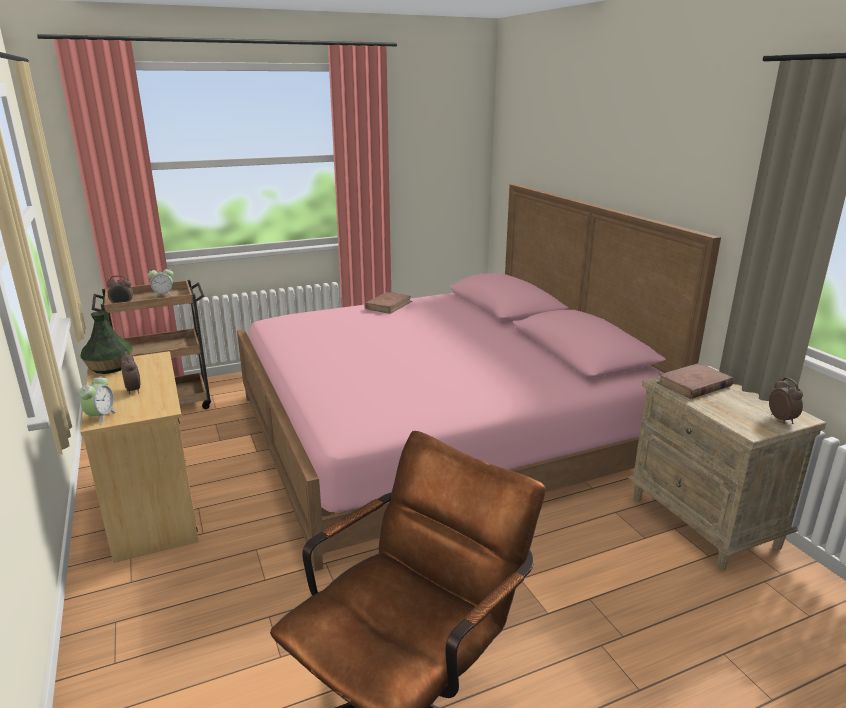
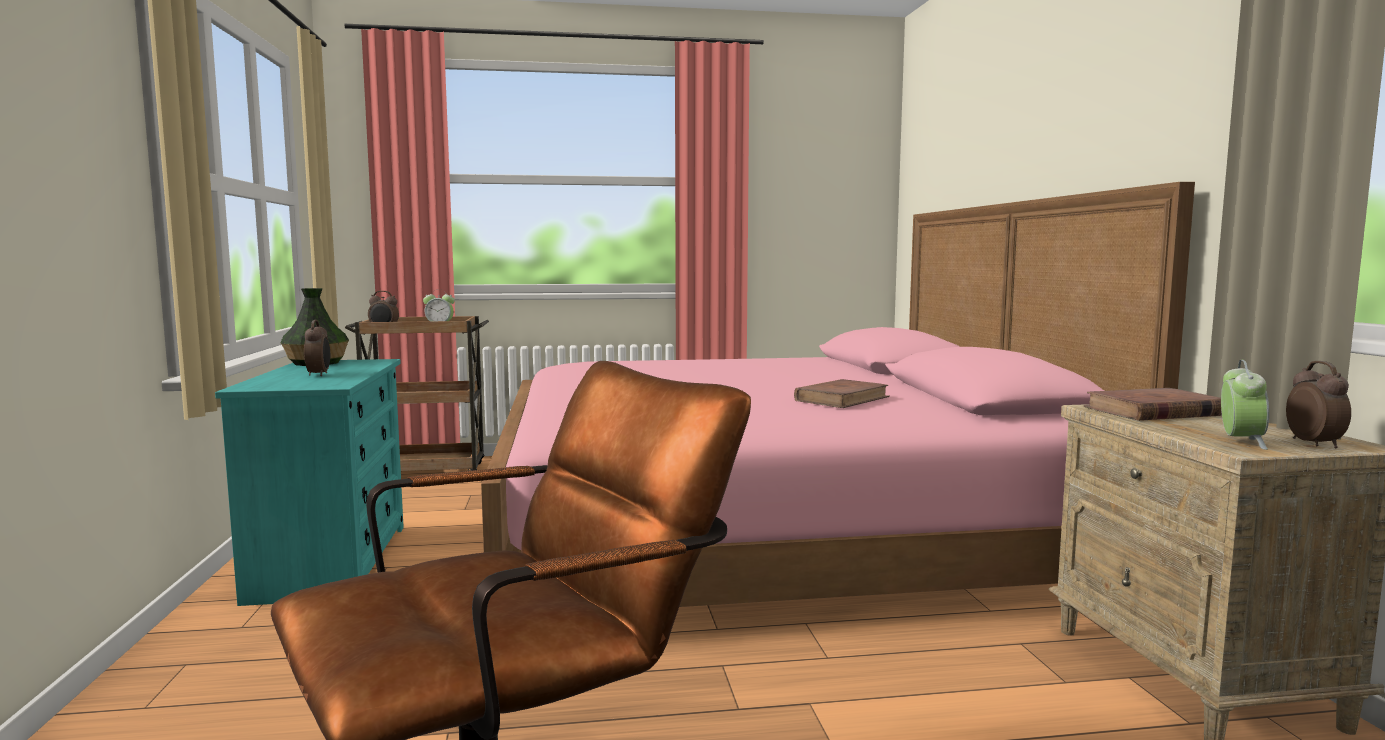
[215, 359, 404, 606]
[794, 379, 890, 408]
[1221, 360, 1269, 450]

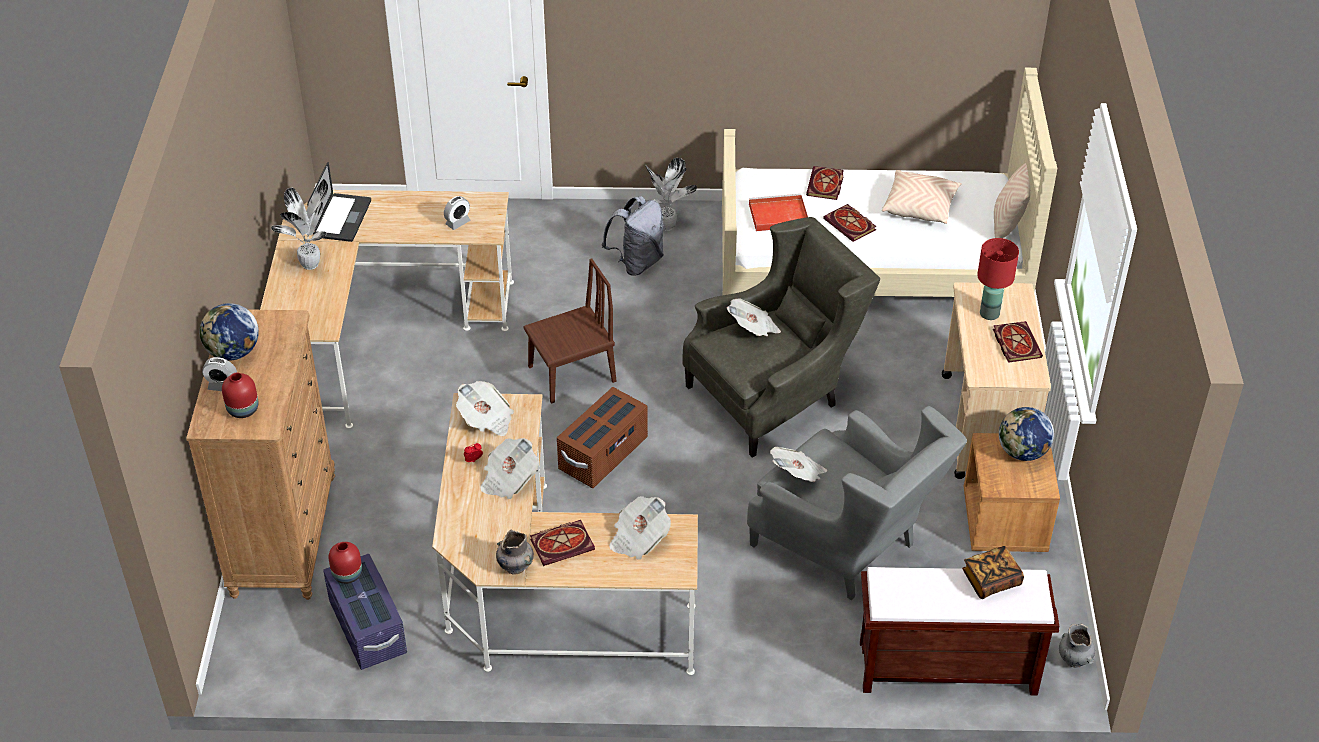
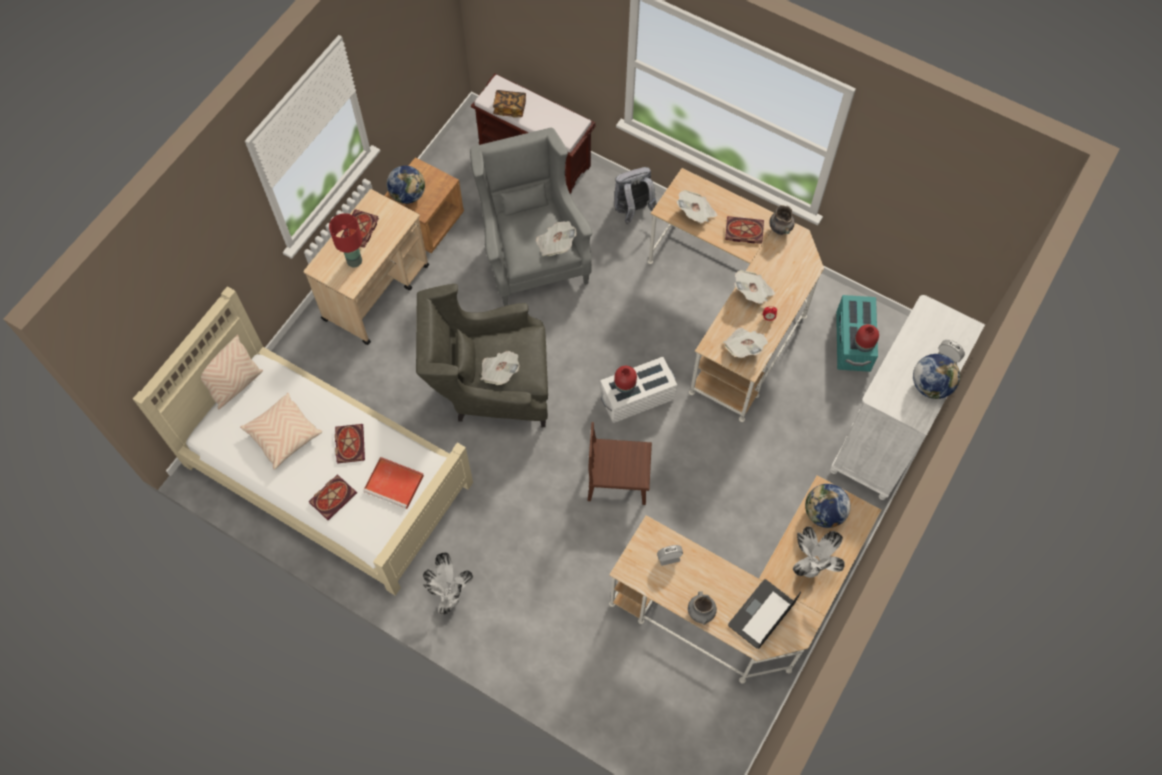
[600, 357, 677, 423]
[614, 167, 657, 224]
[614, 366, 637, 393]
[688, 591, 717, 625]
[805, 484, 851, 528]
[830, 295, 985, 500]
[836, 295, 878, 372]

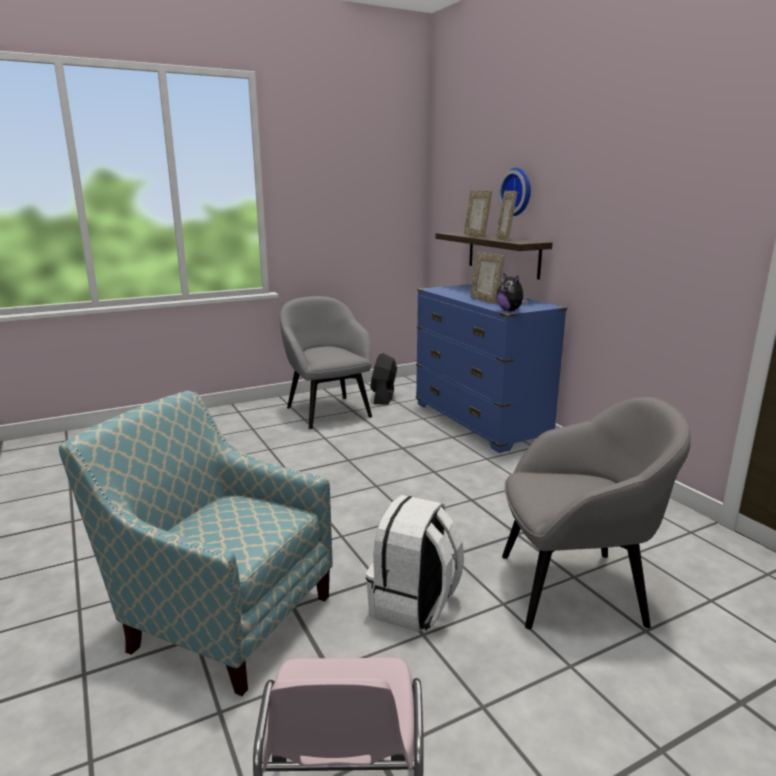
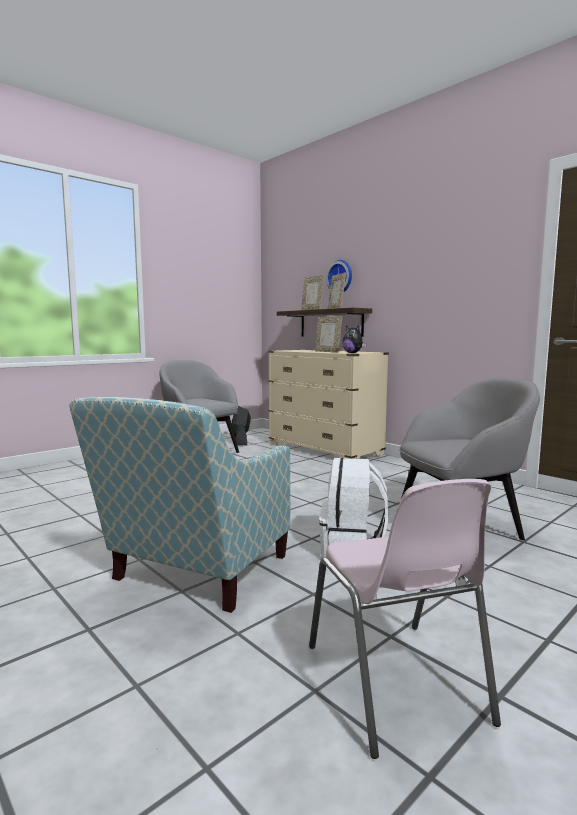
[69, 397, 290, 613]
[268, 350, 389, 459]

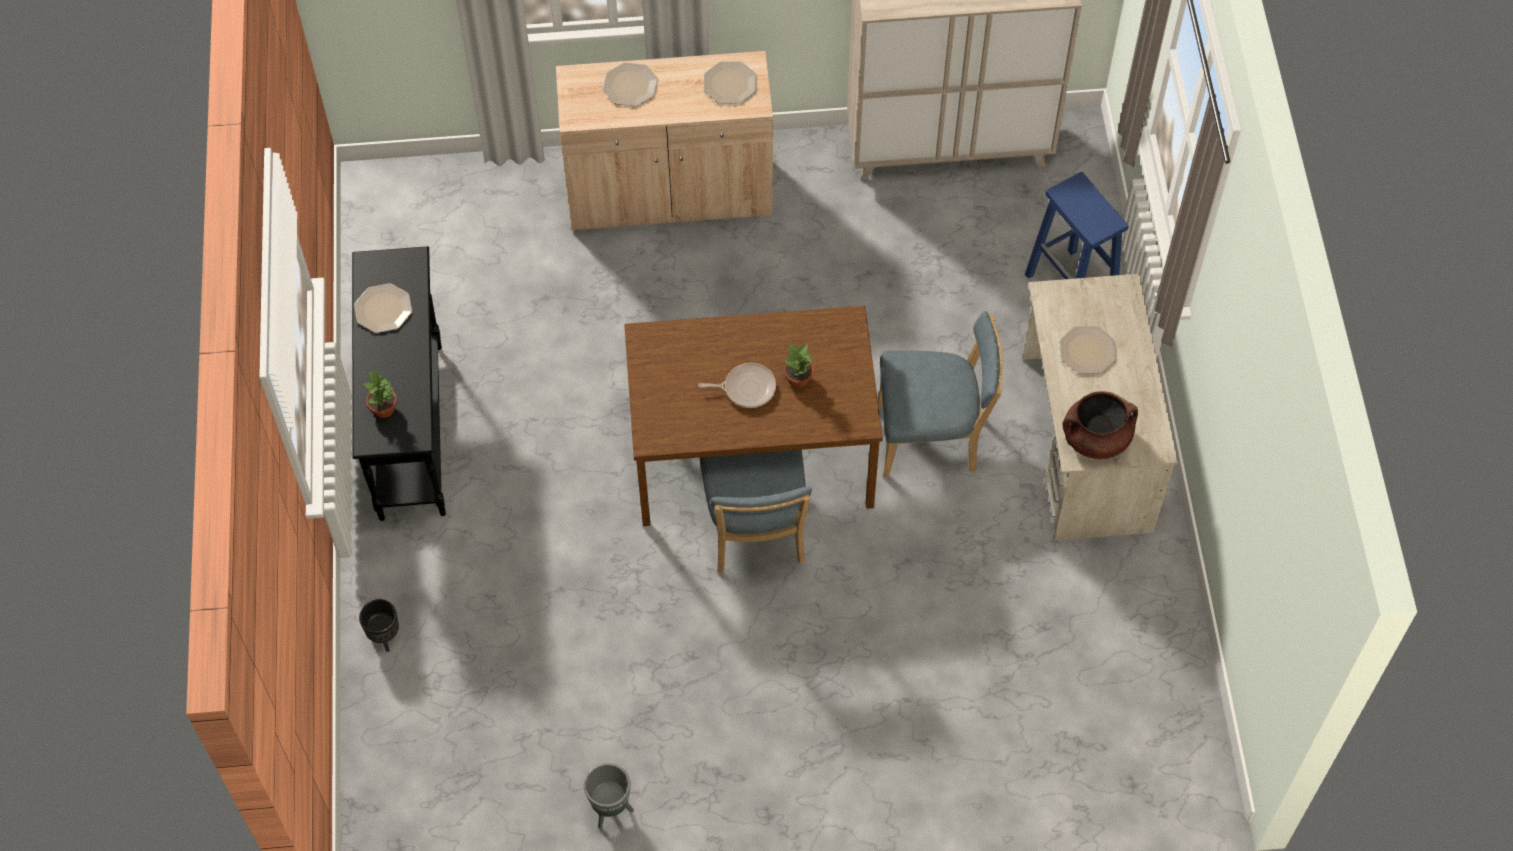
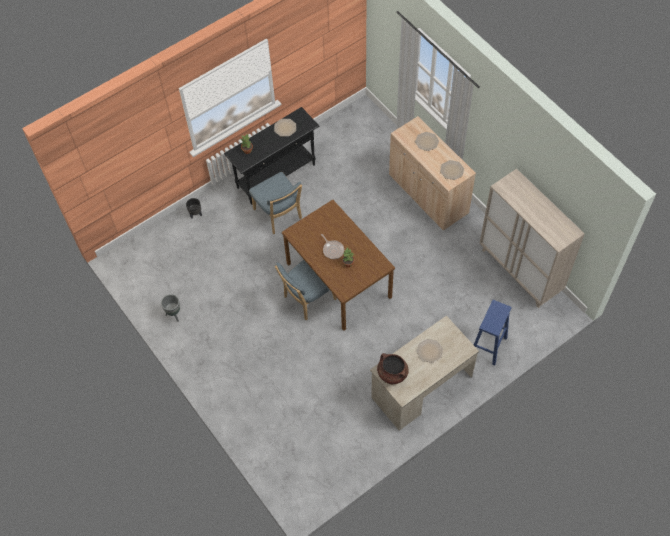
[249, 172, 302, 234]

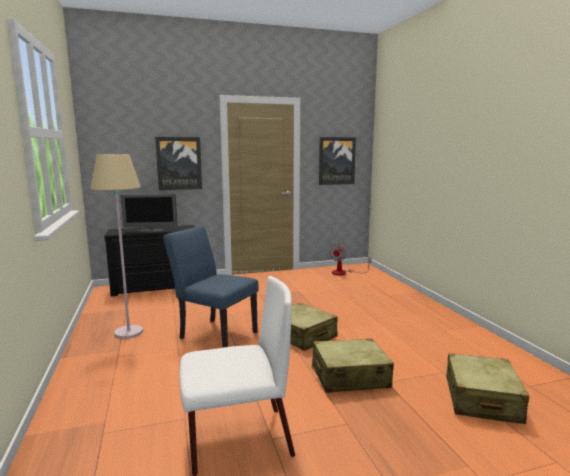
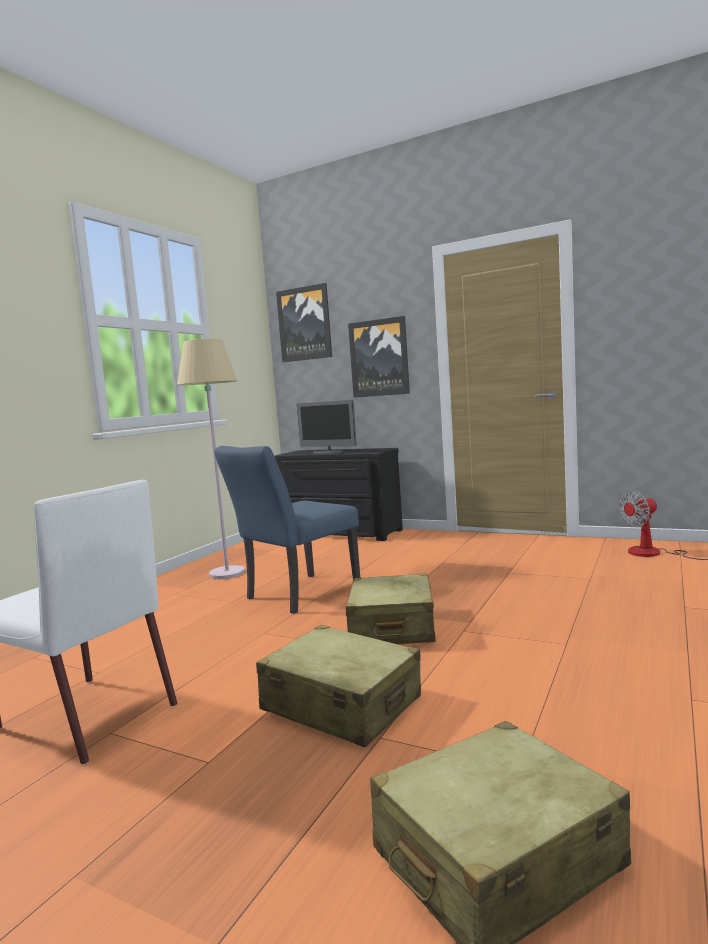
[214, 446, 360, 614]
[276, 283, 332, 362]

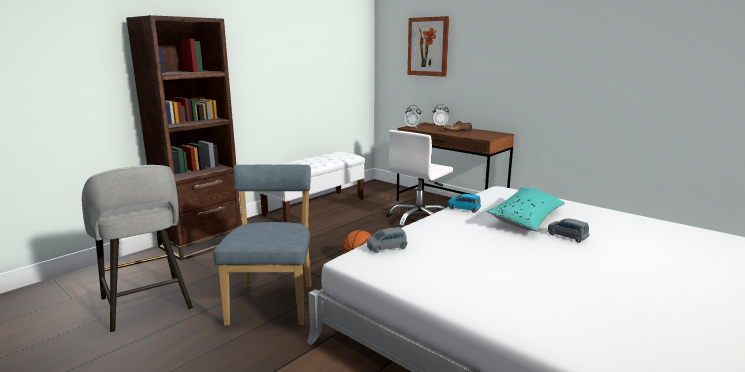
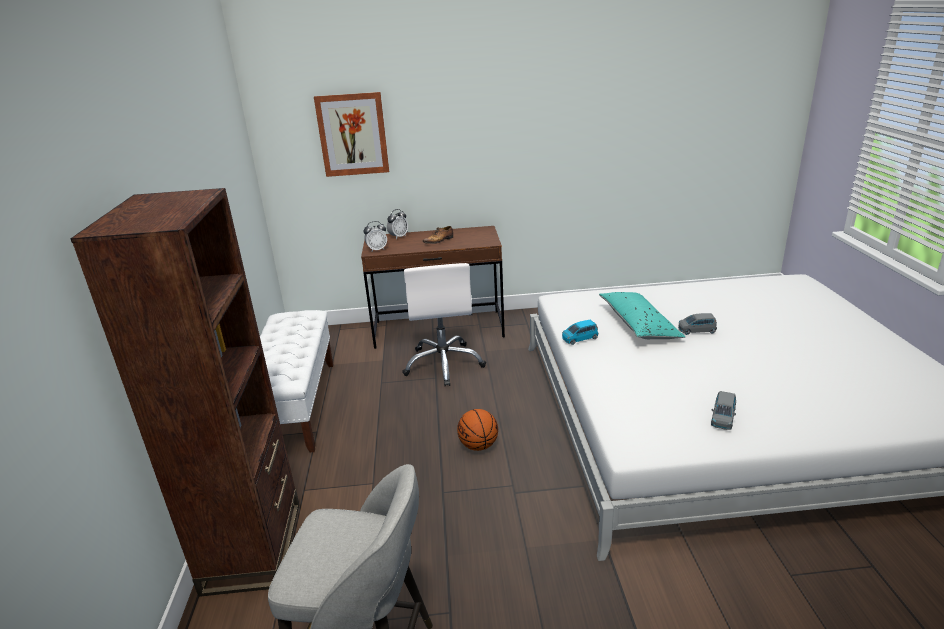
[711, 391, 736, 430]
[213, 165, 312, 326] (first image)

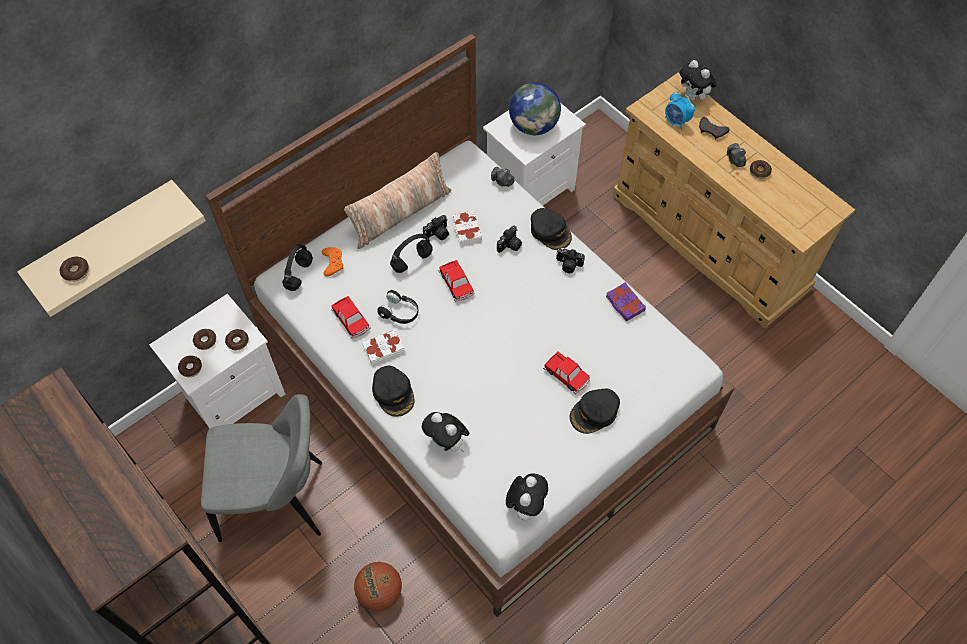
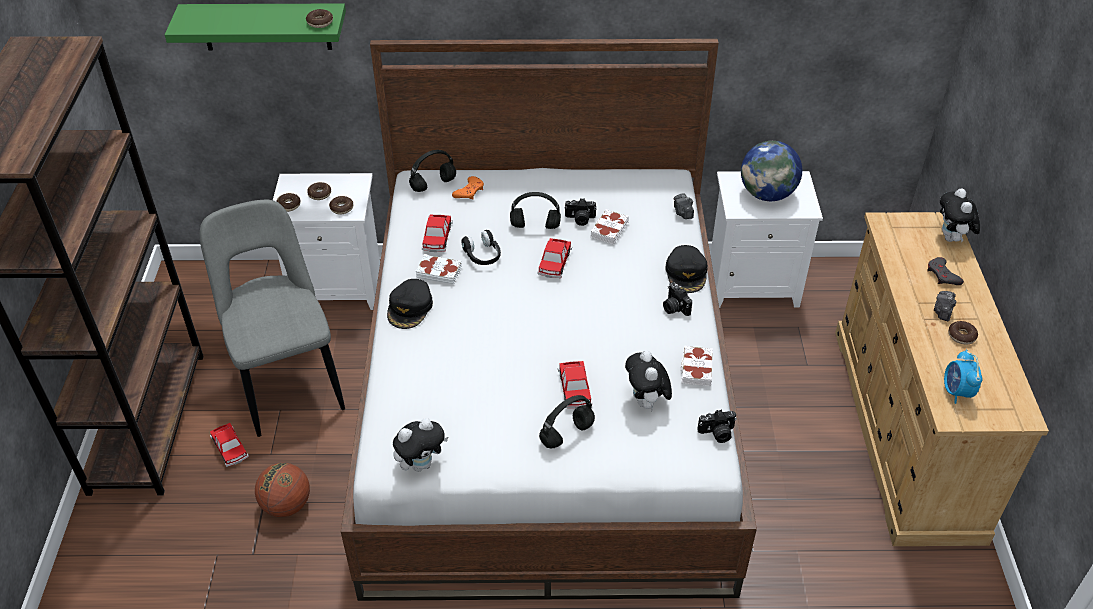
[165, 3, 346, 50]
[200, 200, 345, 437]
[210, 423, 249, 467]
[306, 9, 333, 28]
[539, 395, 595, 448]
[625, 351, 672, 410]
[681, 346, 713, 386]
[697, 409, 737, 443]
[944, 350, 982, 404]
[344, 152, 451, 249] (first image)

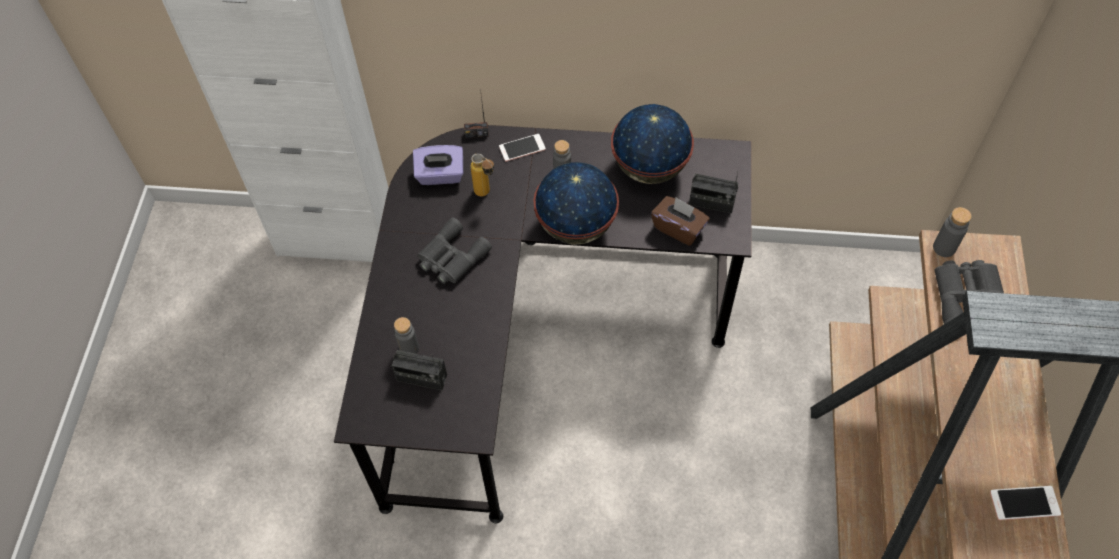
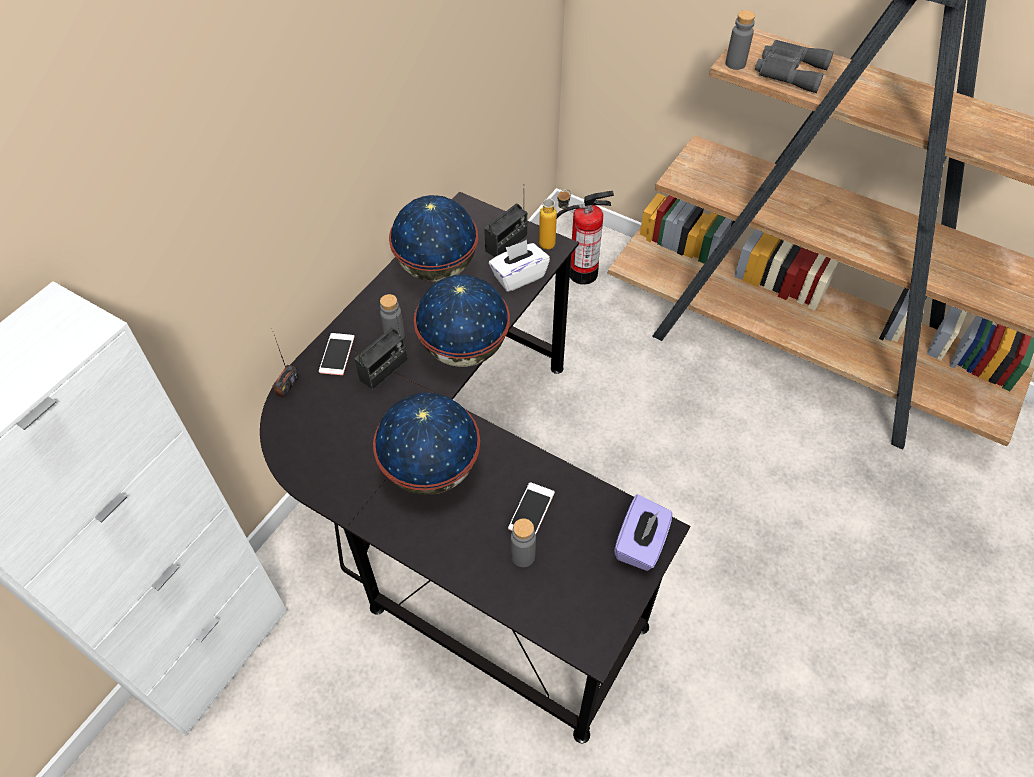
[354, 310, 408, 390]
[373, 393, 480, 495]
[489, 240, 550, 292]
[508, 482, 555, 534]
[539, 189, 571, 250]
[557, 191, 614, 285]
[614, 494, 673, 571]

